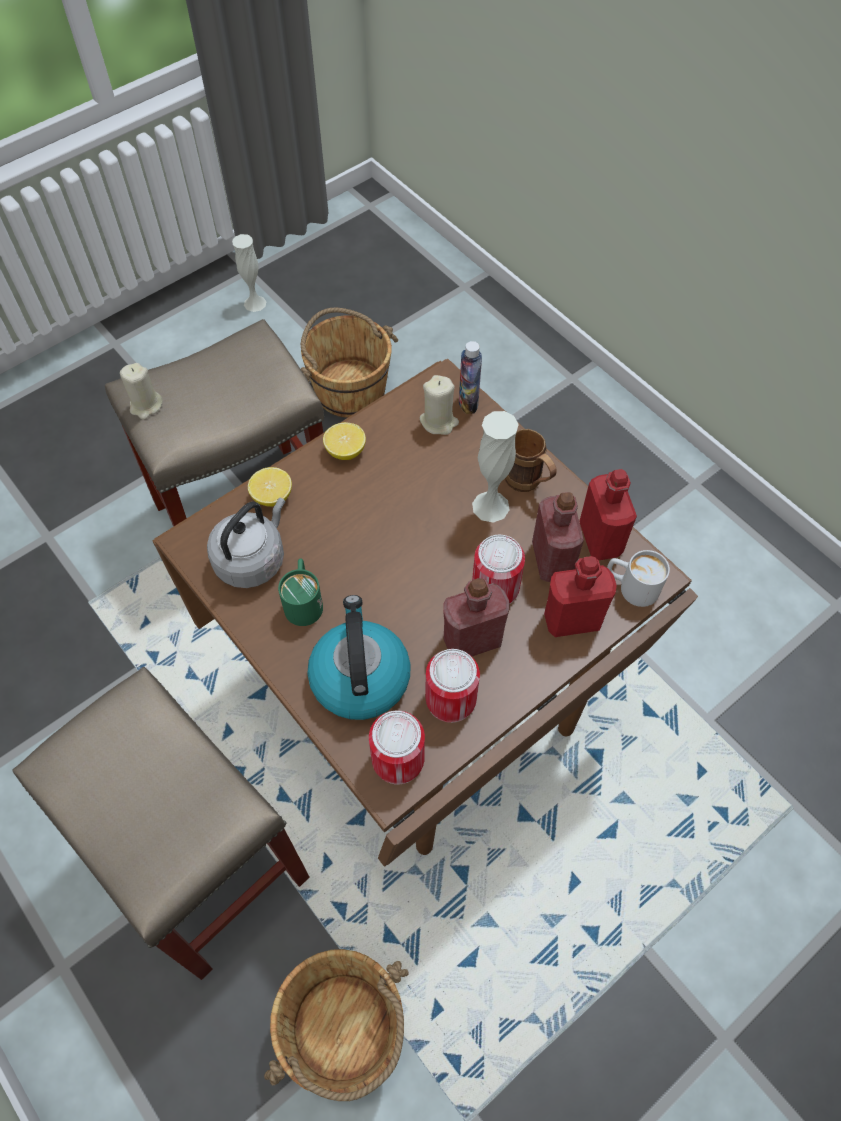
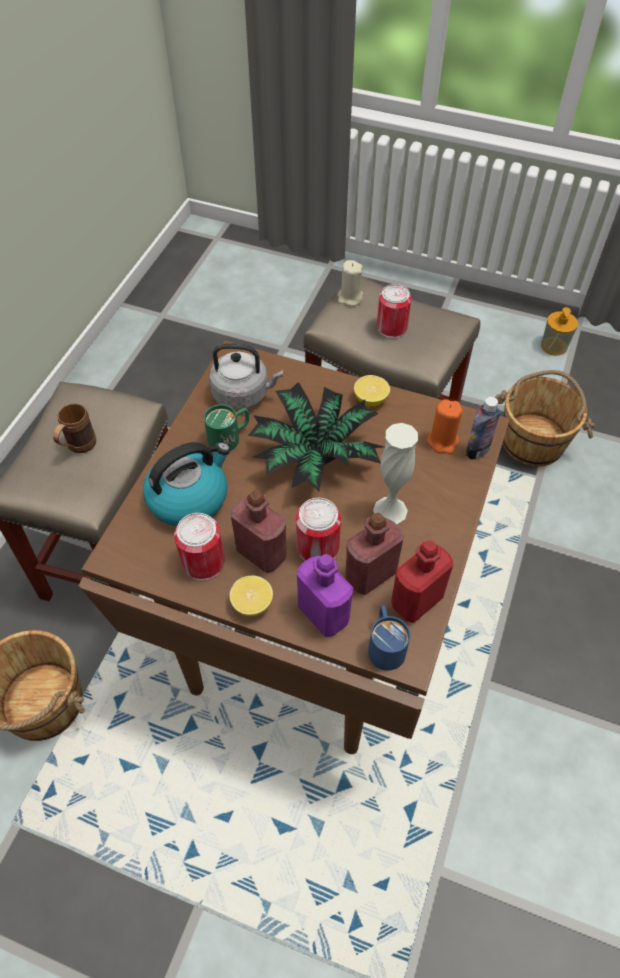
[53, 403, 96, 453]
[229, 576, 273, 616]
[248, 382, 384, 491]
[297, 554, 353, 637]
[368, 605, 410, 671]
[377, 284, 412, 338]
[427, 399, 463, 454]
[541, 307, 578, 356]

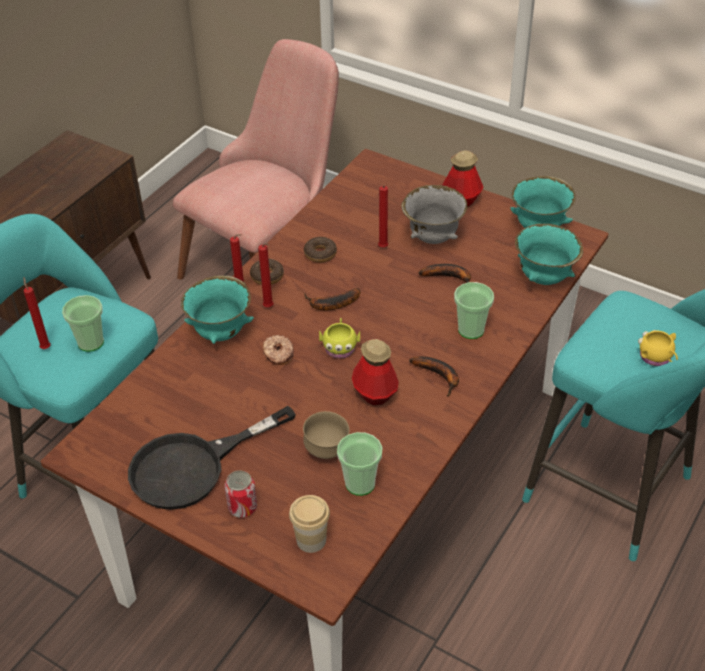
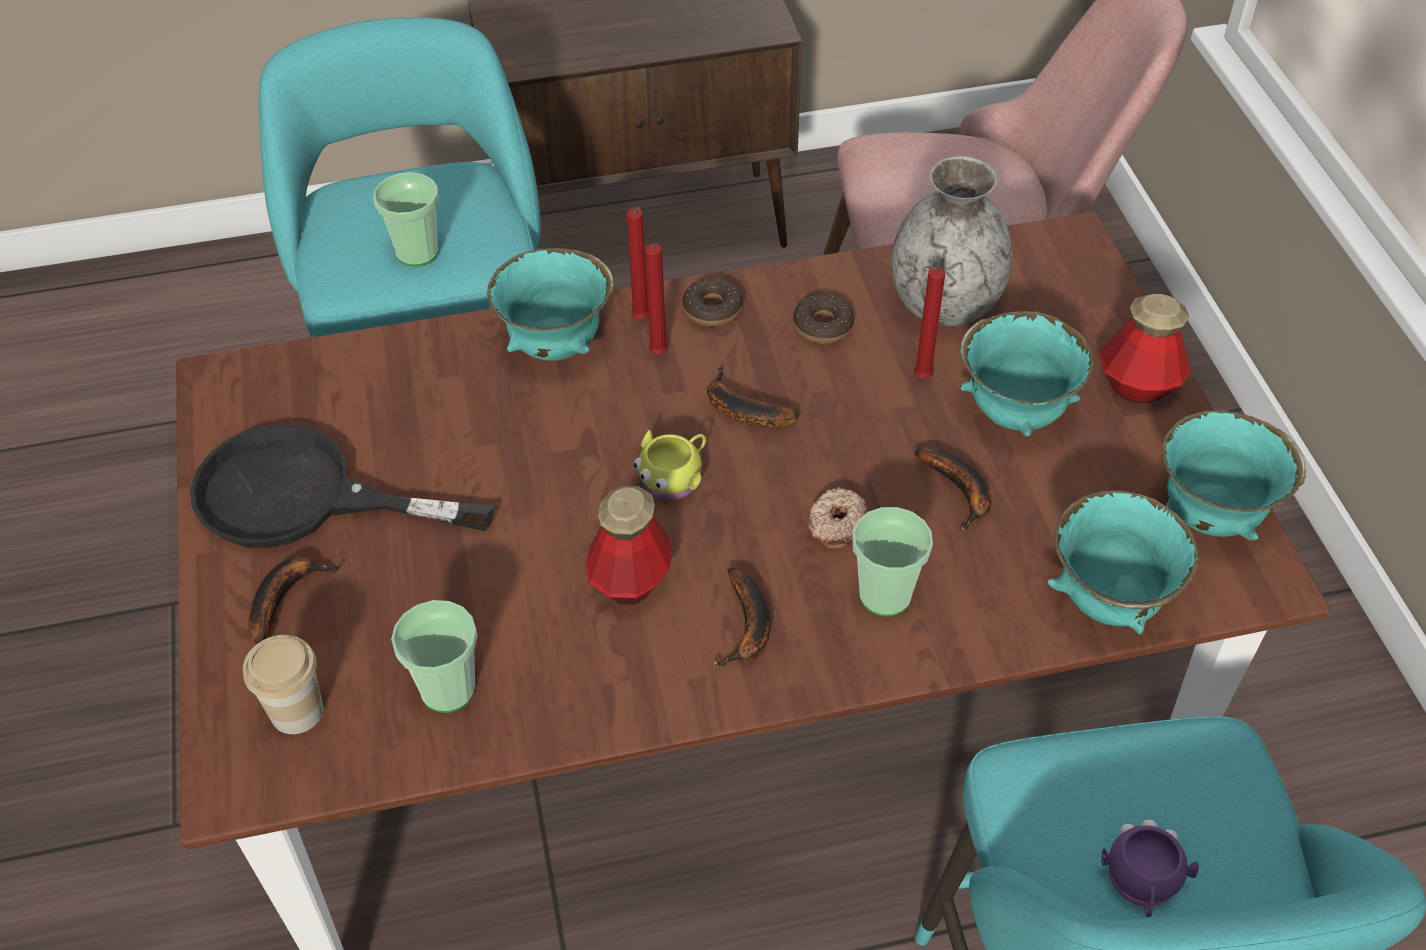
[248, 556, 339, 644]
[808, 487, 869, 549]
[891, 156, 1012, 326]
[960, 311, 1094, 437]
[1101, 819, 1199, 917]
[23, 277, 51, 349] (first image)
[303, 411, 350, 459] (first image)

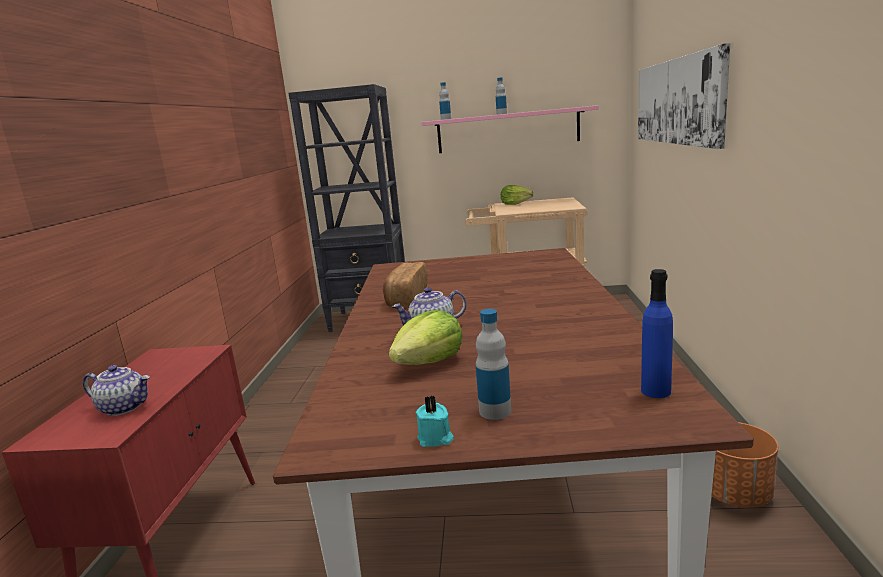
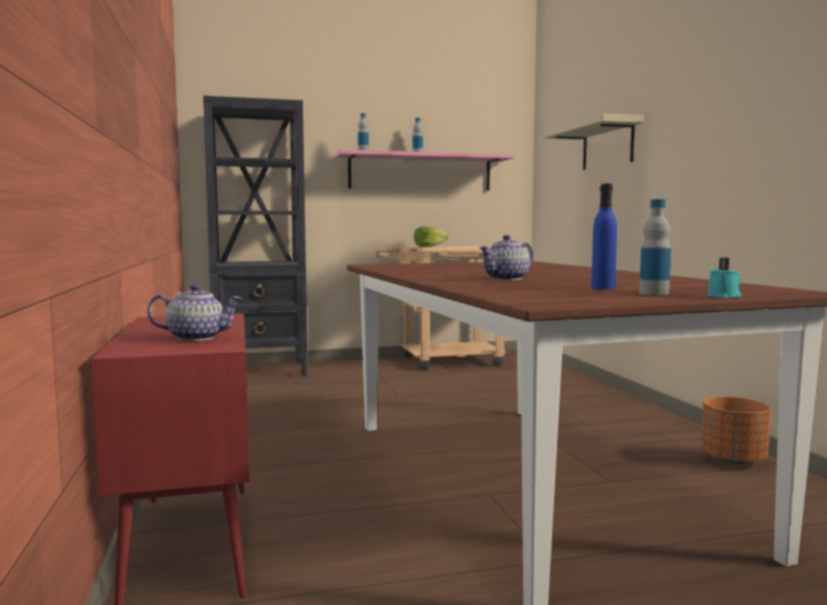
[542, 114, 644, 170]
[591, 184, 617, 290]
[707, 258, 741, 298]
[383, 262, 427, 307] (first image)
[389, 310, 463, 365] (first image)

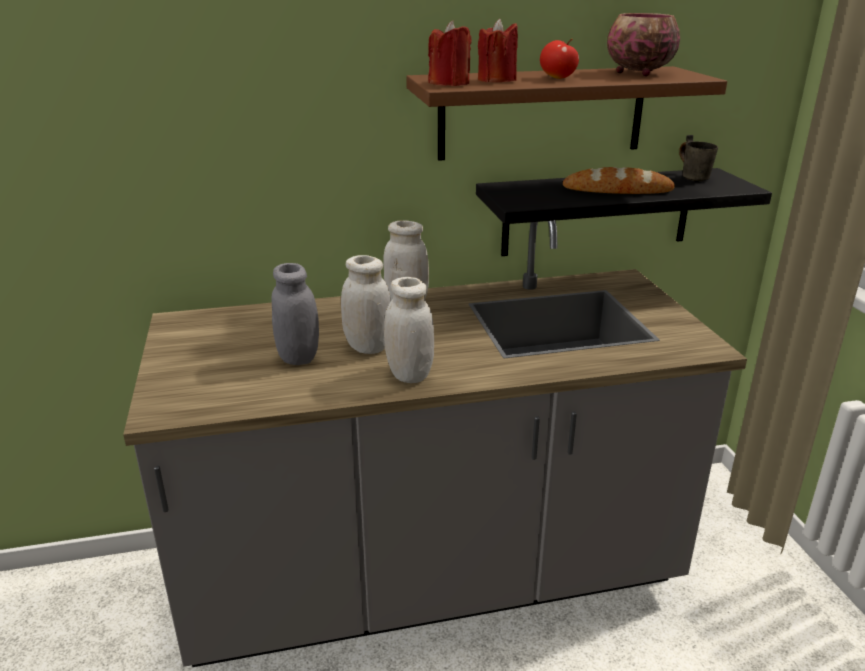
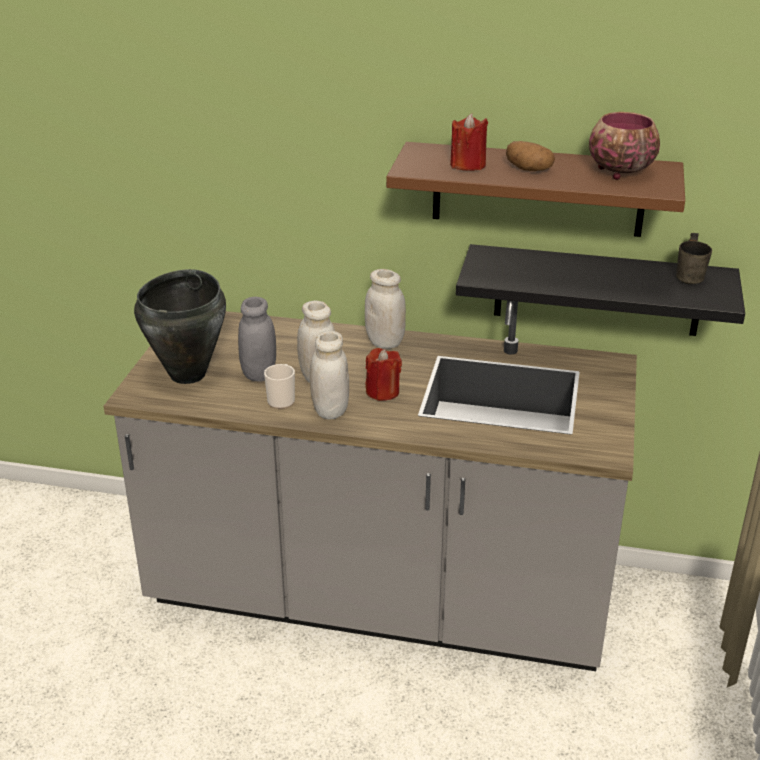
[134, 269, 226, 384]
[264, 364, 295, 409]
[366, 348, 402, 401]
[506, 141, 555, 171]
[563, 167, 675, 194] (first image)

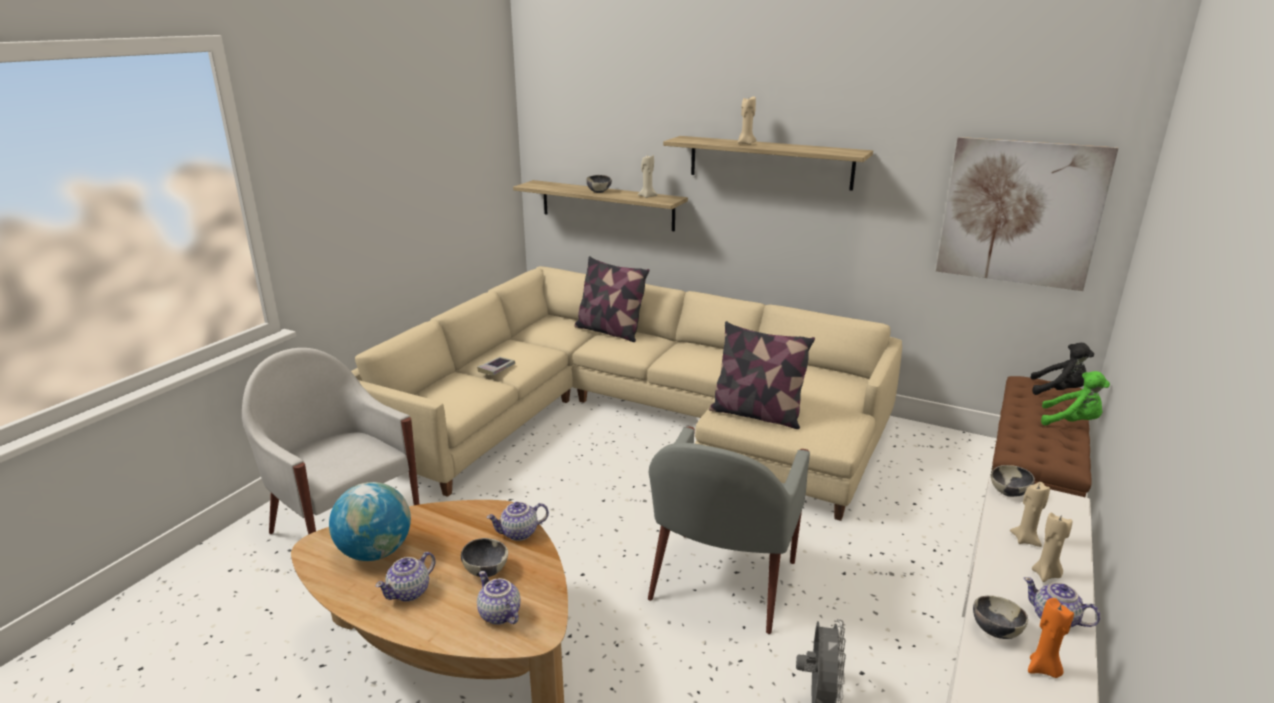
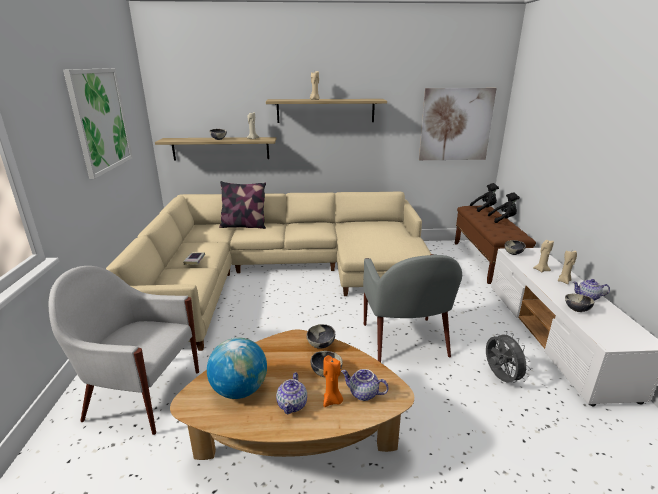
[63, 68, 133, 179]
[307, 324, 335, 349]
[323, 355, 343, 407]
[488, 192, 520, 223]
[709, 321, 815, 429] (first image)

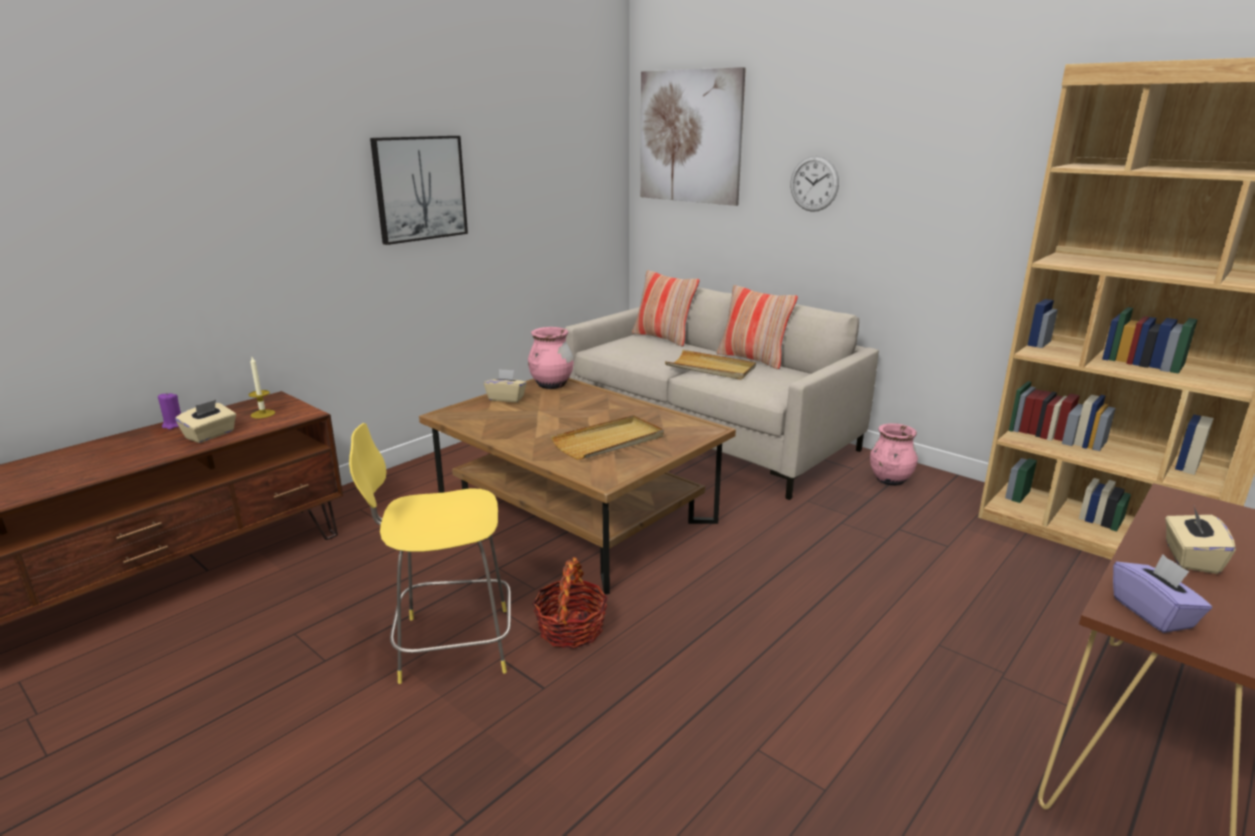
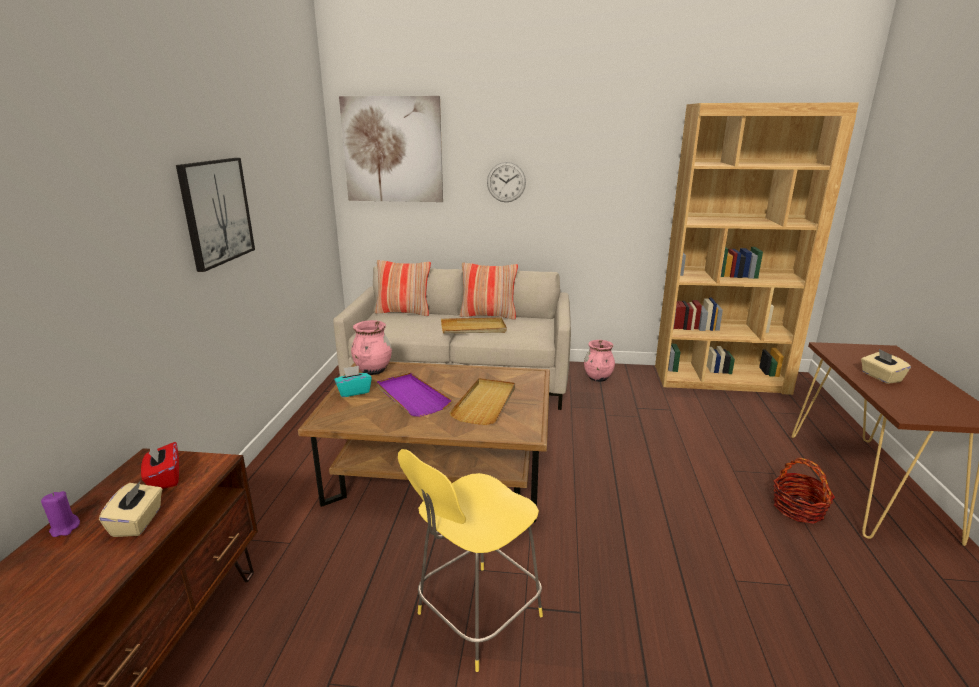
[141, 442, 179, 489]
[334, 366, 372, 397]
[377, 373, 452, 417]
[773, 458, 835, 524]
[1113, 554, 1212, 633] (first image)

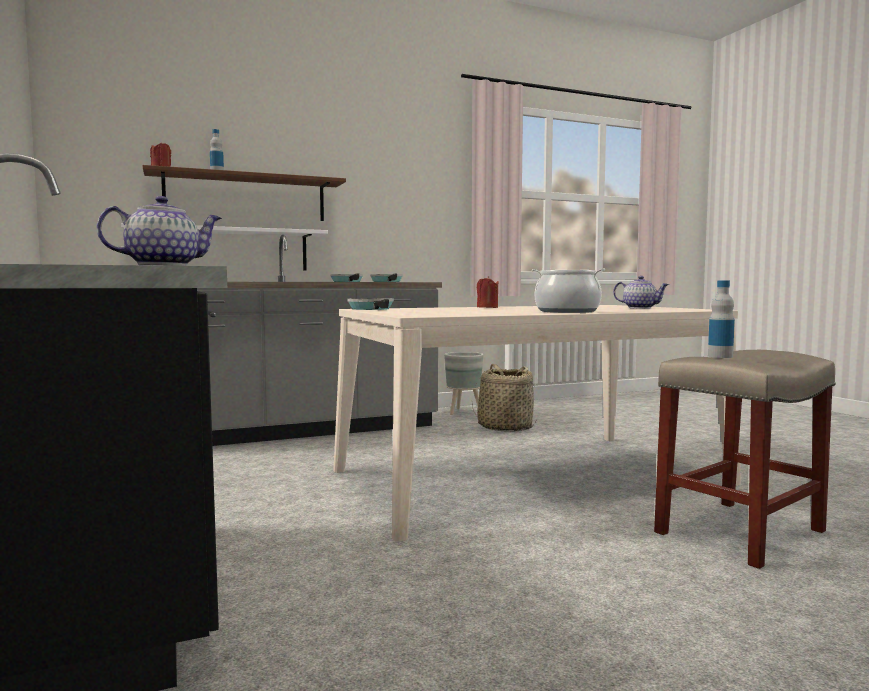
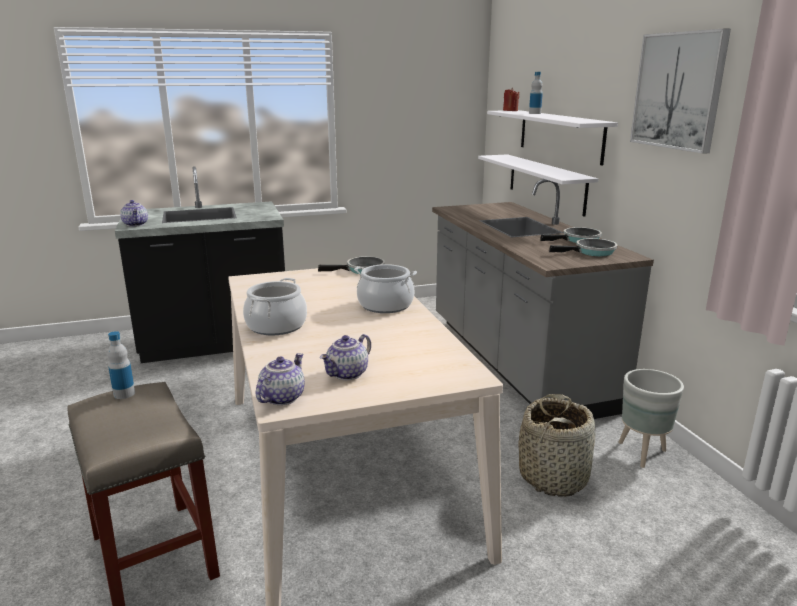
[256, 353, 305, 405]
[354, 264, 417, 313]
[487, 110, 618, 166]
[630, 28, 731, 154]

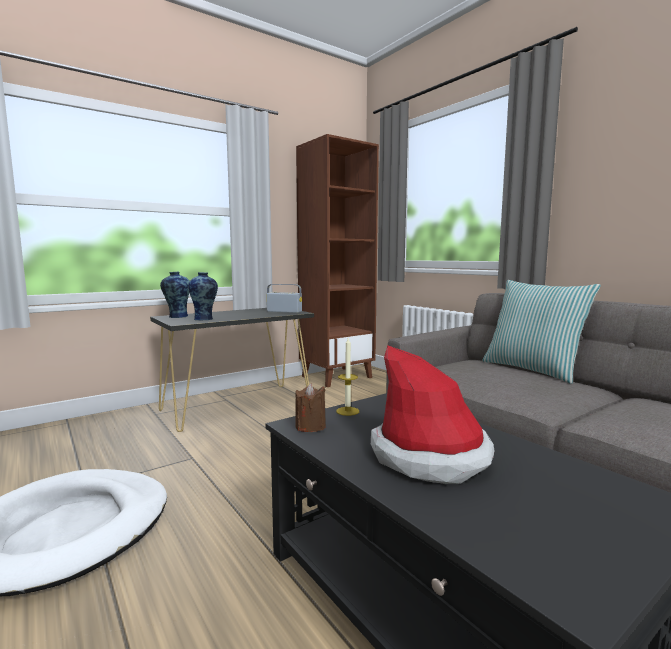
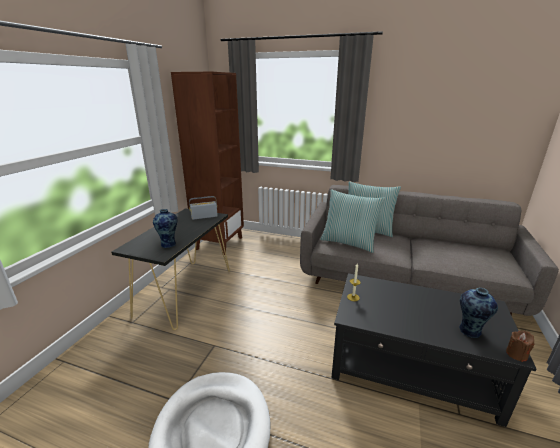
[320, 189, 385, 253]
[459, 288, 498, 338]
[506, 330, 534, 362]
[371, 345, 494, 484] (first image)

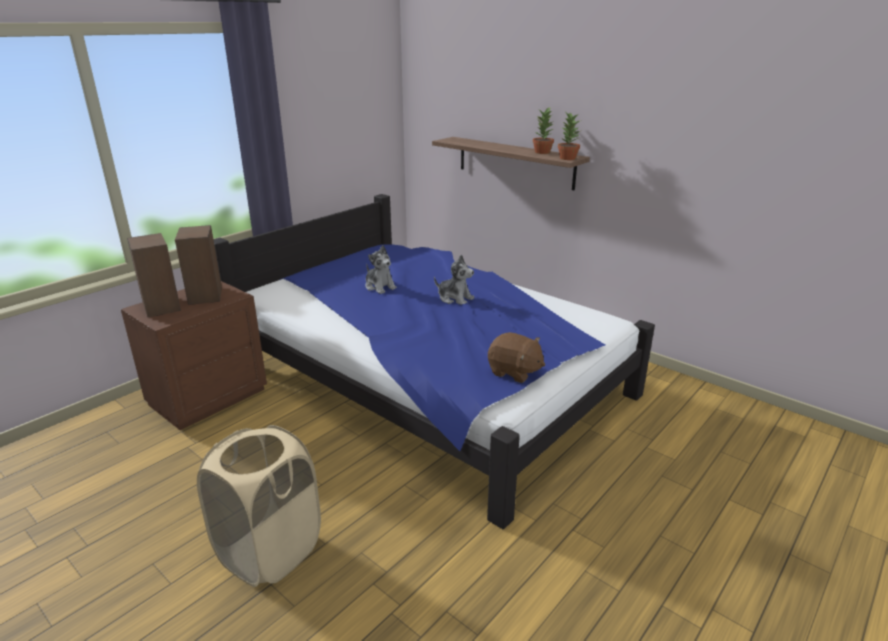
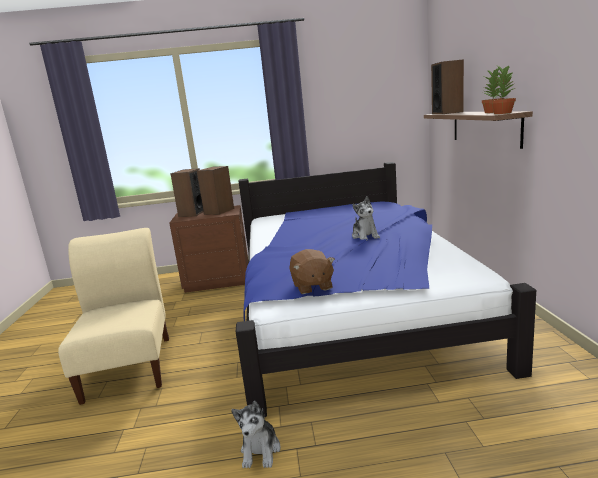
[58, 228, 169, 405]
[231, 401, 280, 468]
[431, 59, 464, 114]

